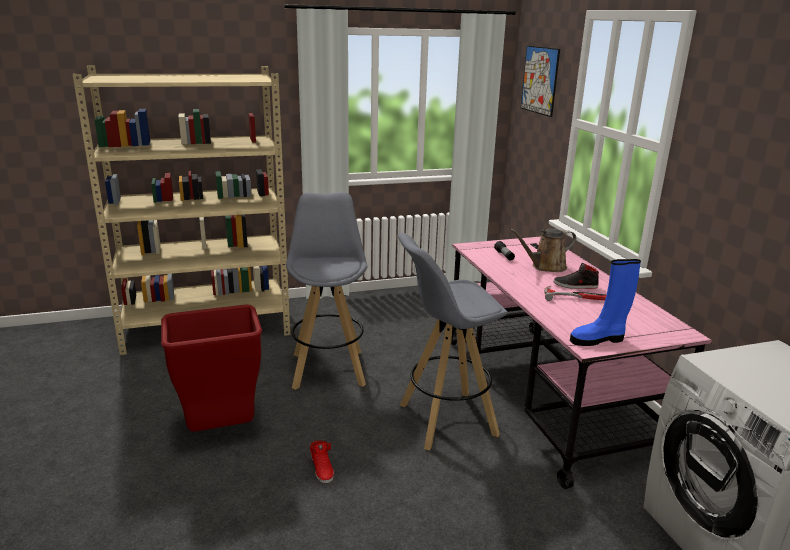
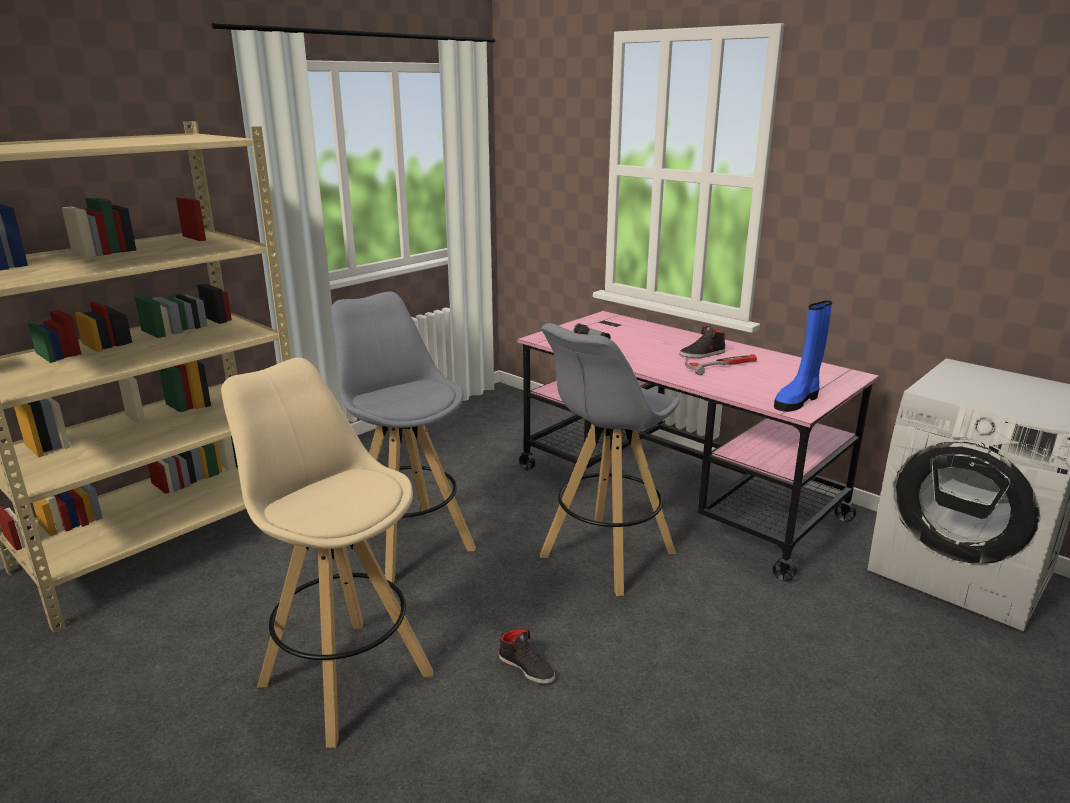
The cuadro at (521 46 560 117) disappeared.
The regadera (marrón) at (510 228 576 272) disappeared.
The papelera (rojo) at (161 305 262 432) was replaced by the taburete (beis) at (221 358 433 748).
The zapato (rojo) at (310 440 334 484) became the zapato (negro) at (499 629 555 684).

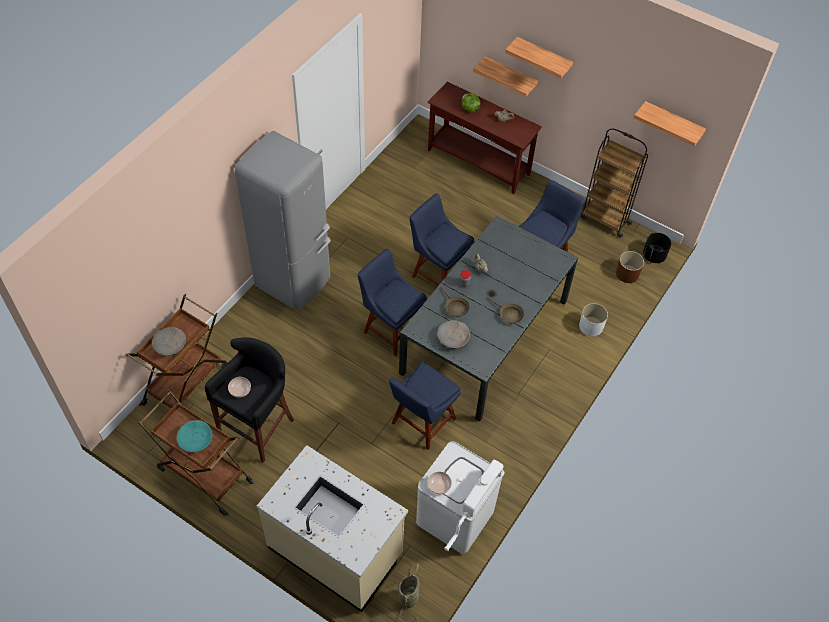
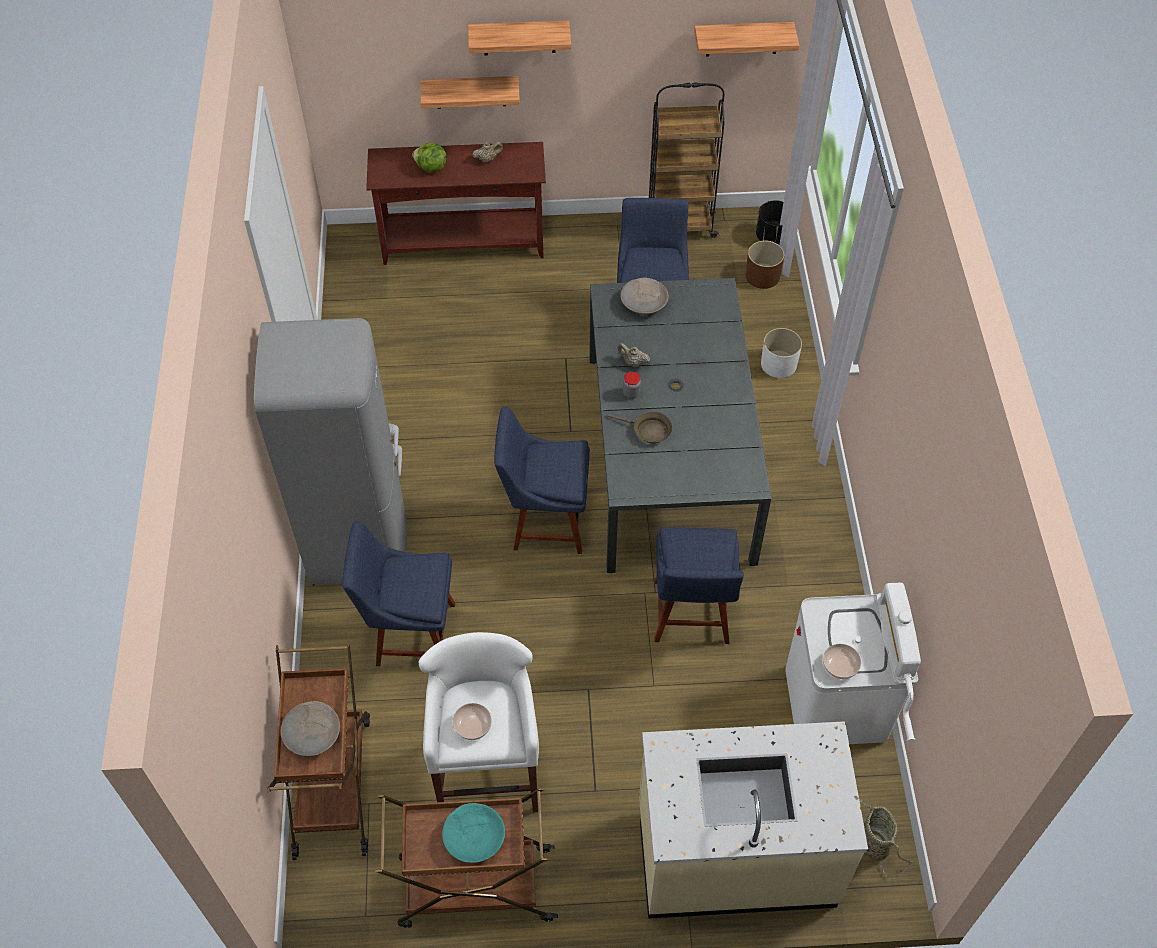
The silla (azul) moved from (409 194 475 286) to (342 521 455 666).
The sartén (marrón) at (488 297 524 324) disappeared.
The cuenco (beis) moved from (437 320 470 348) to (620 277 669 317).
The taburete (negro) at (205 338 294 463) became the taburete (blanco) at (419 632 539 813).

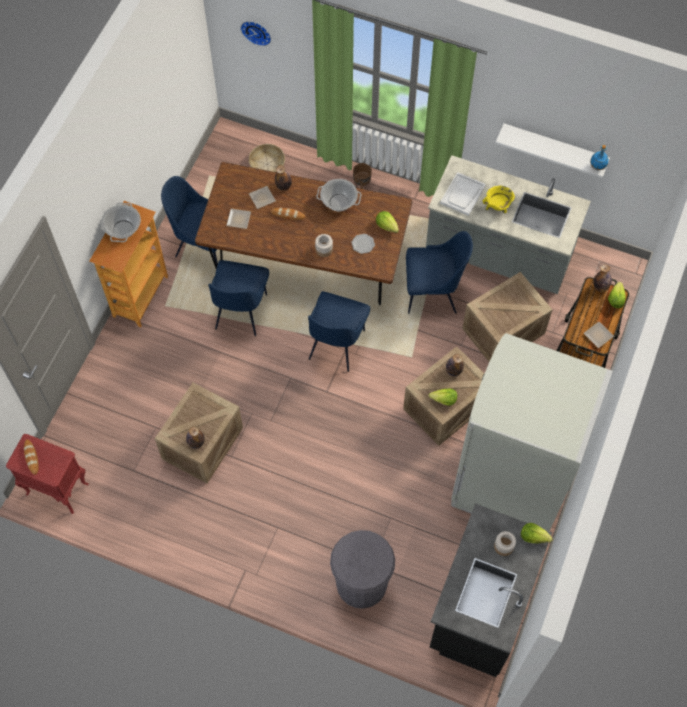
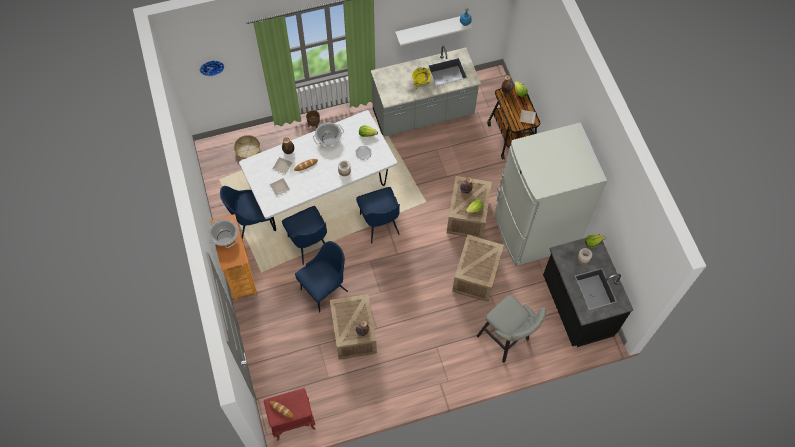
The mesa de comedor (marrón) at (195 162 412 305) became the mesa de comedor (blanco) at (239 110 397 231).
The bandeja (blanco) at (440 172 486 216) disappeared.
The silla (azul) moved from (406 231 473 314) to (295 241 348 313).
The caja de embalaje moved from (462 272 553 362) to (452 235 504 302).
The papelera (gris) at (330 530 395 609) was replaced by the taburete (gris) at (477 295 546 363).

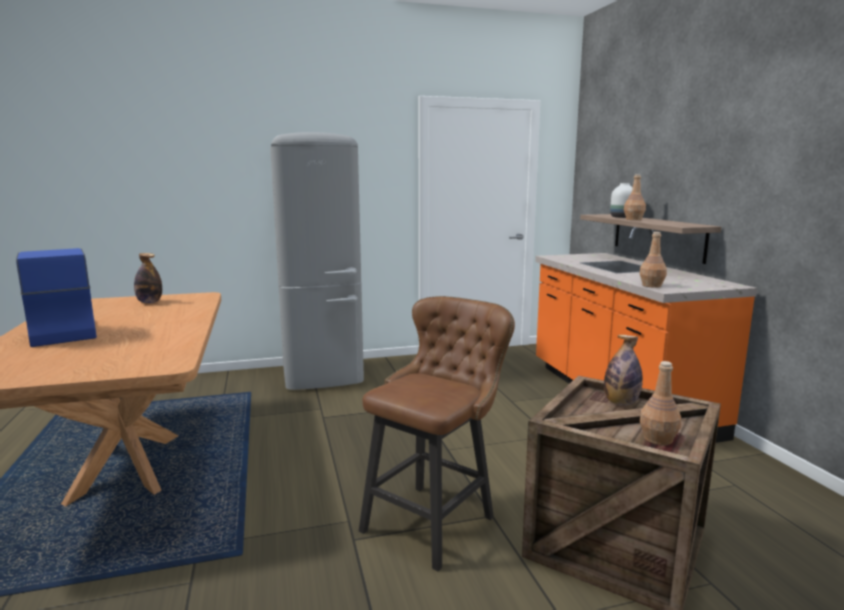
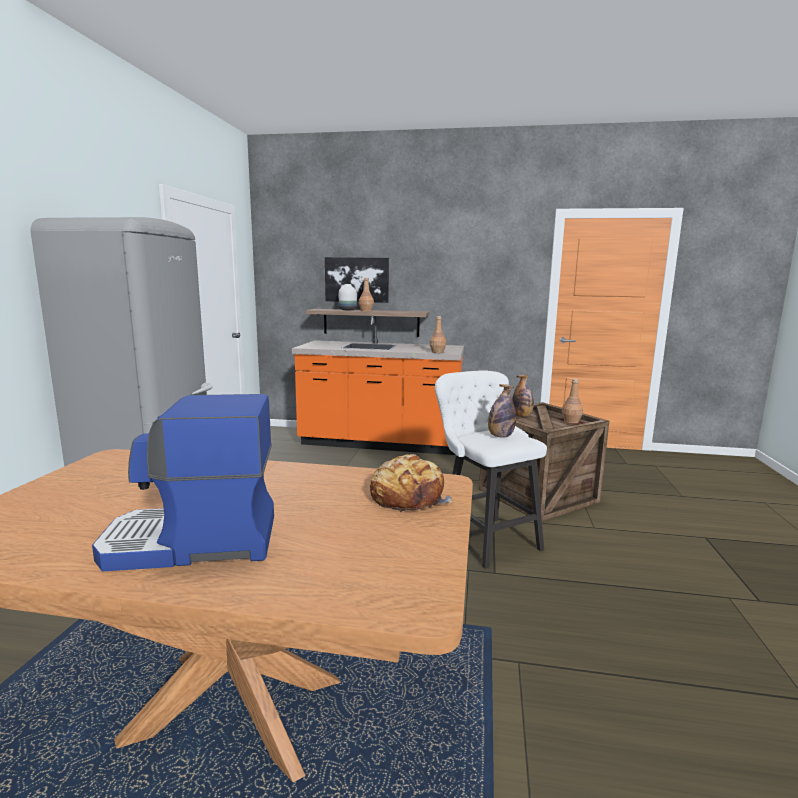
The botella moved from (134 253 162 303) to (488 384 516 438).
The taburete (marrón) at (358 296 515 571) became the taburete (blanco) at (435 370 547 569).
The cuadro at (325 257 389 303) appeared.
The pan at (370 454 453 512) appeared.

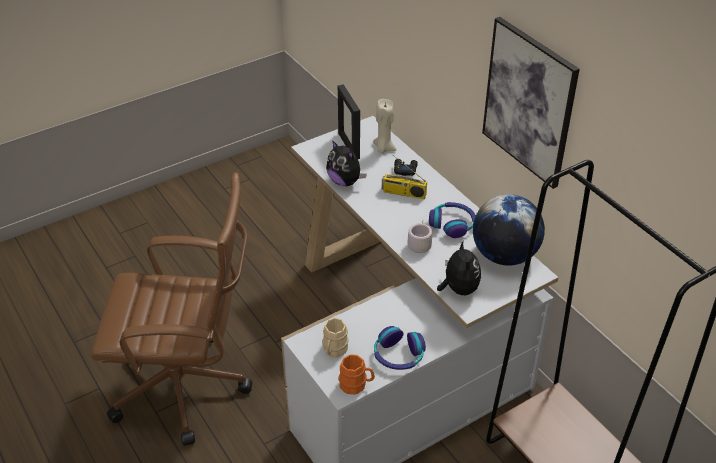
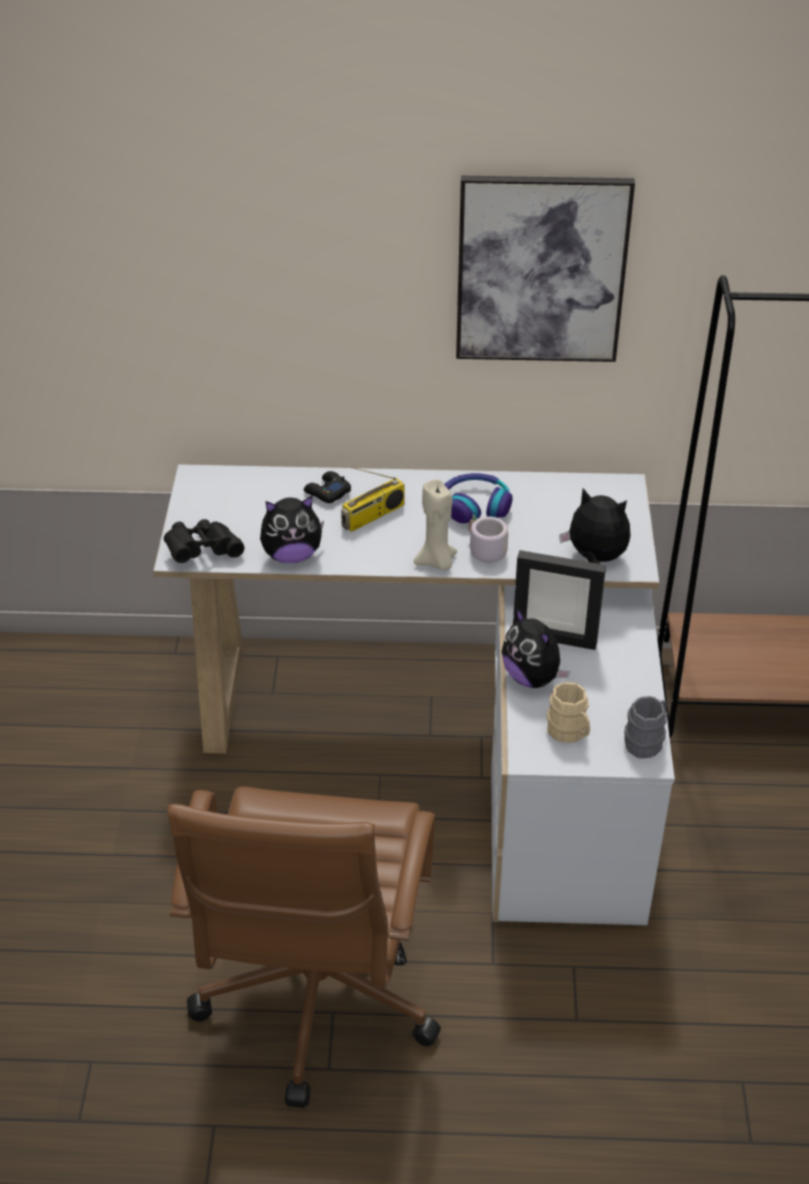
The portarretratos moved from (338 84 360 159) to (513 550 606 650).
The vela (beis) moved from (373 99 397 153) to (414 479 457 571).
The silla de oficina (marrón) at (91 172 253 446) turned 150 degrees clockwise.
The globo terráqueo at (473 194 545 266) disappeared.
The auriculares at (374 326 426 370) disappeared.
The taza grande (naranja) at (339 354 375 395) became the taza grande (gris) at (624 696 667 758).
The prismáticos (negro) at (164 519 244 563) appeared.
The peluche at (502 608 570 688) appeared.

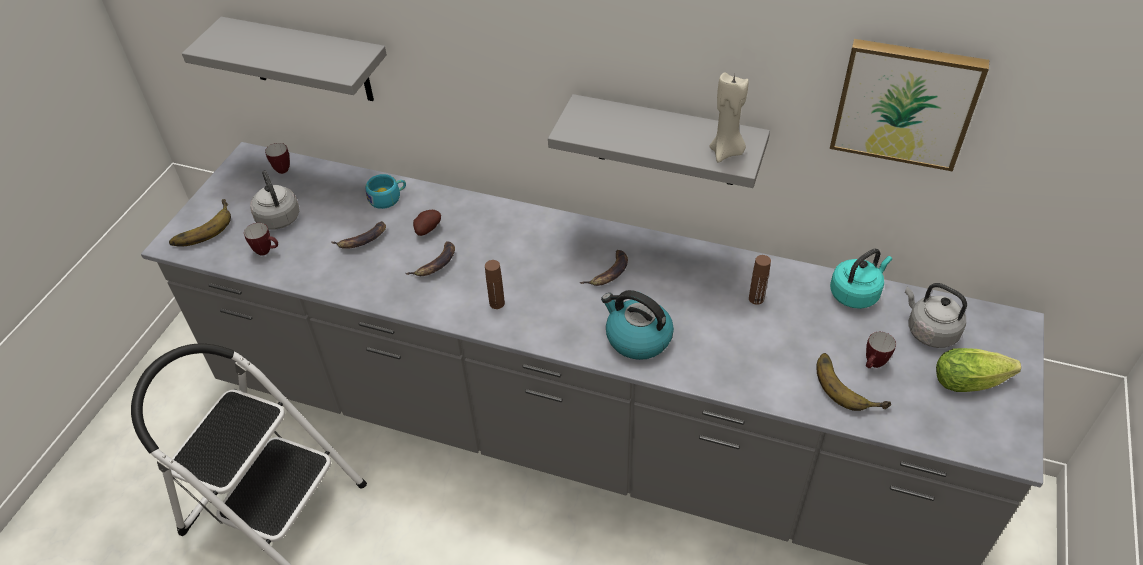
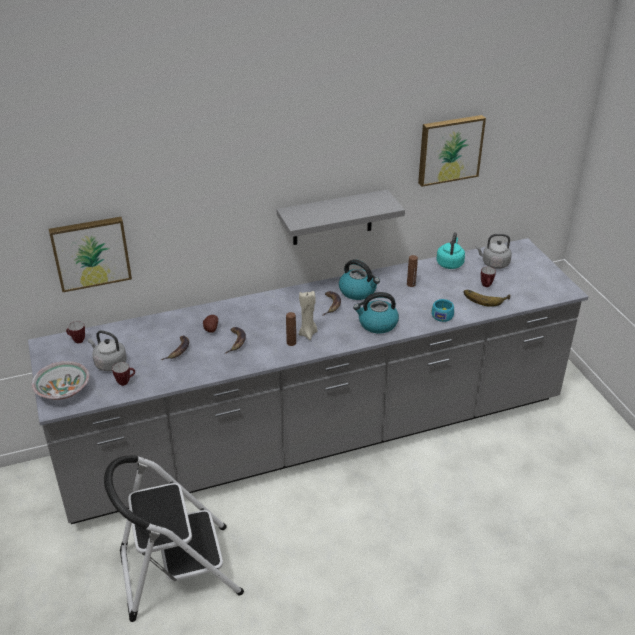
The estante (gris) at (182 17 387 101) was replaced by the cuadro at (49 217 132 293).
The vela (beis) moved from (710 73 749 163) to (298 291 318 340).
The taza (turquesa) moved from (366 174 406 209) to (431 299 454 322).
The plátano at (169 199 231 247) was replaced by the cuenco at (31 361 90 400).
The lechuga at (936 348 1021 392) disappeared.
The hervidor at (339 259 380 300) appeared.

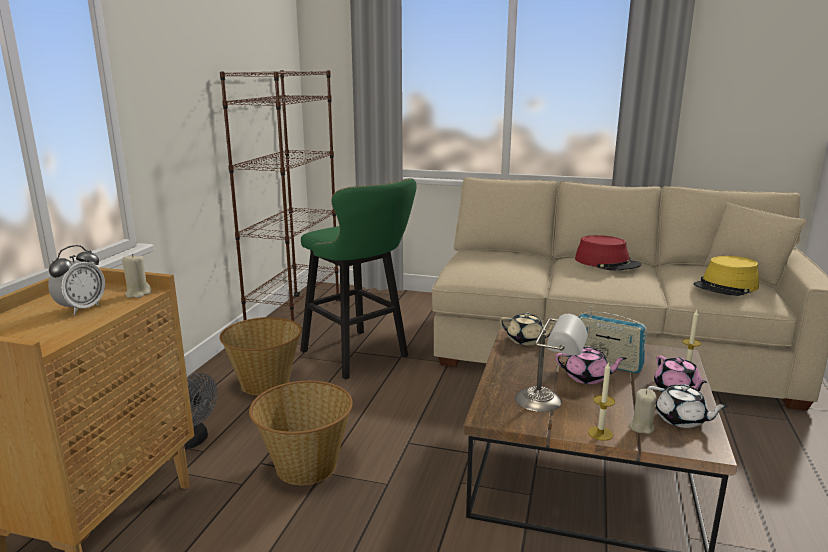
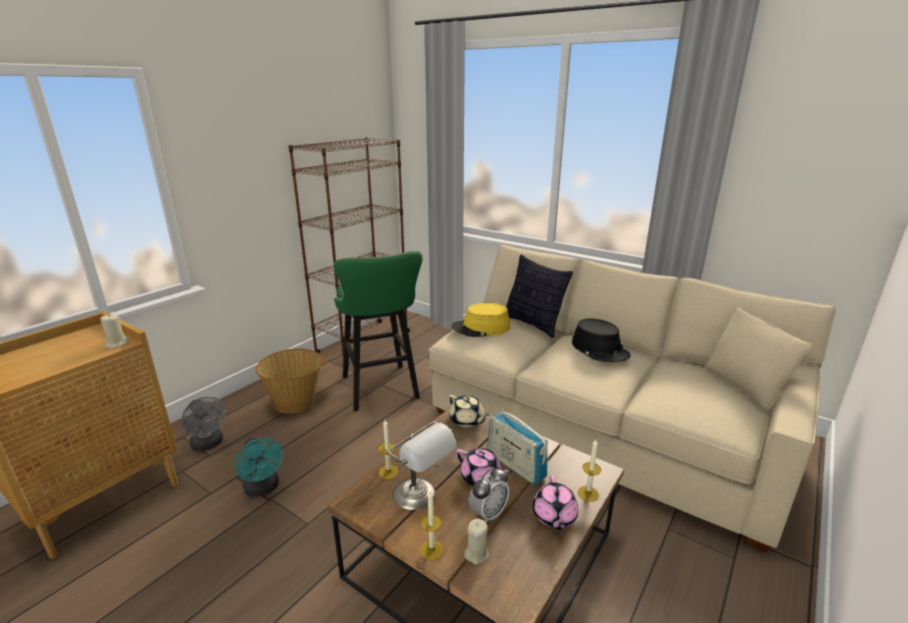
The sombrero (rojo) at (575 235 642 271) became the sombrero (negro) at (572 318 631 362).
The despertador moved from (48 245 105 315) to (469 466 509 523).
The sombrero (amarillo) moved from (694 256 759 296) to (452 303 510 337).
The cesta at (249 381 353 485) was replaced by the ventilador (turquesa) at (234 437 284 497).
The tetera (blanco) at (647 384 729 428) disappeared.
The cojín at (506 254 573 338) appeared.
The vela at (378 420 399 479) appeared.

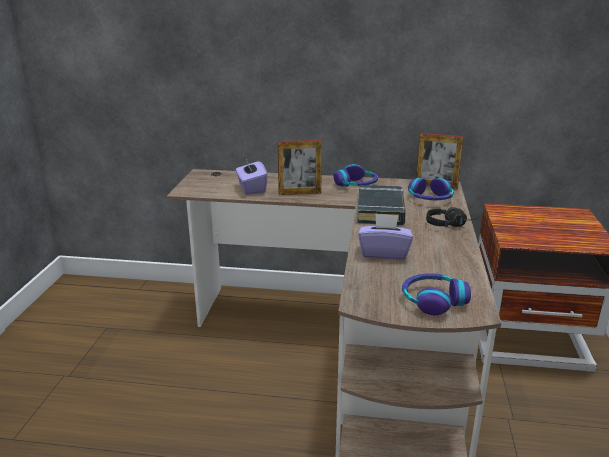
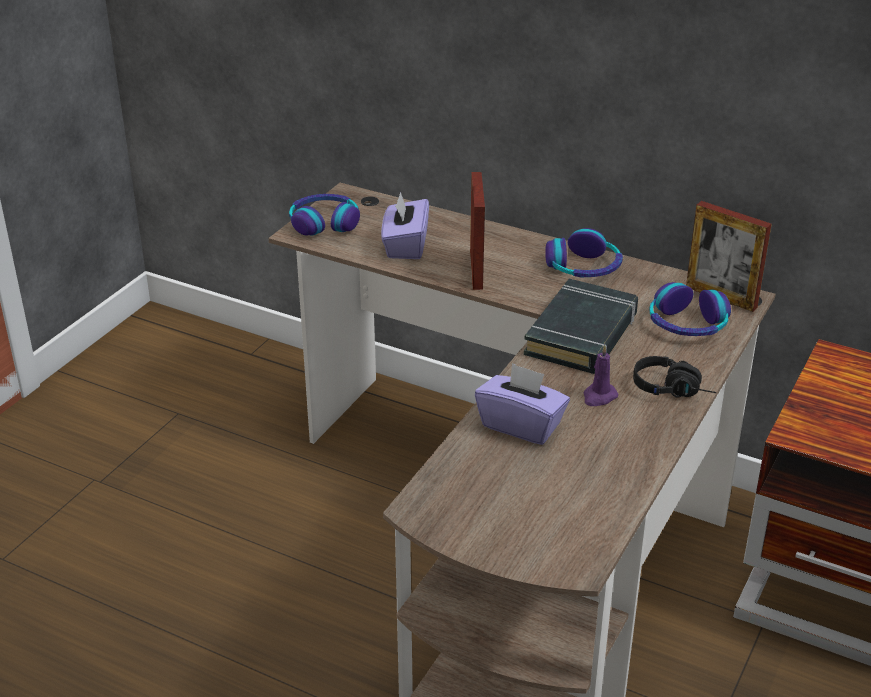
The portarretratos at (278 140 322 195) turned 105 degrees counterclockwise.
The auriculares moved from (402 273 471 315) to (289 194 360 236).
The vela (morado) at (583 345 618 406) appeared.

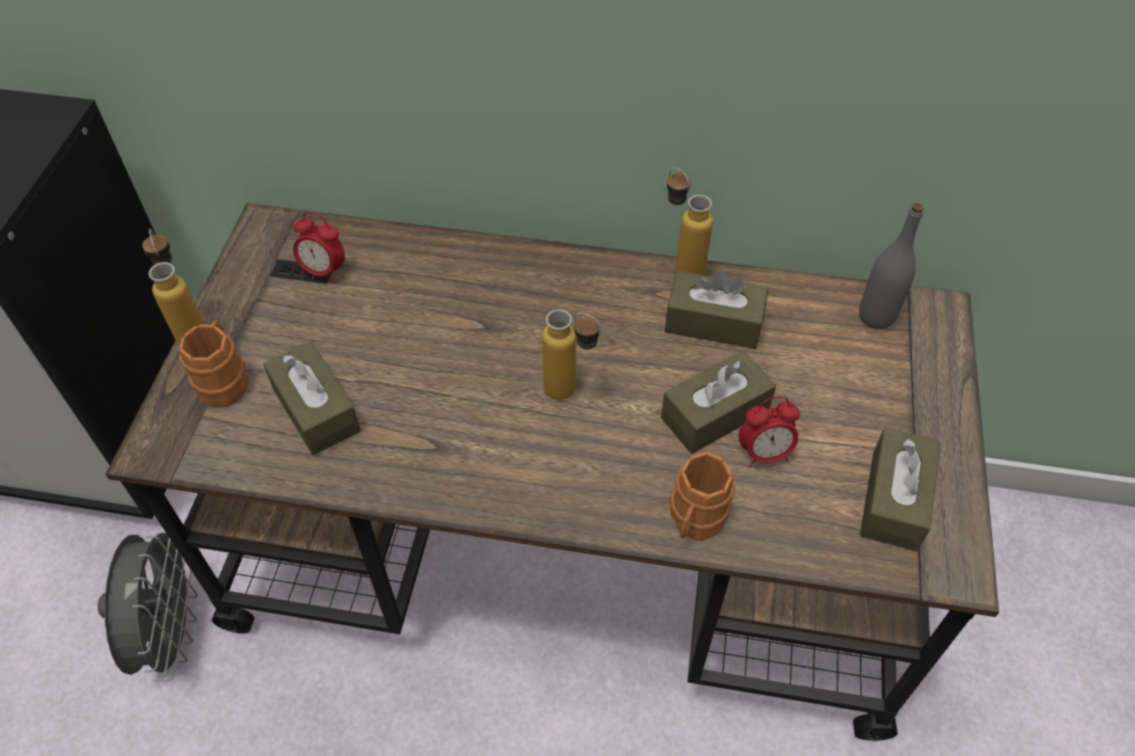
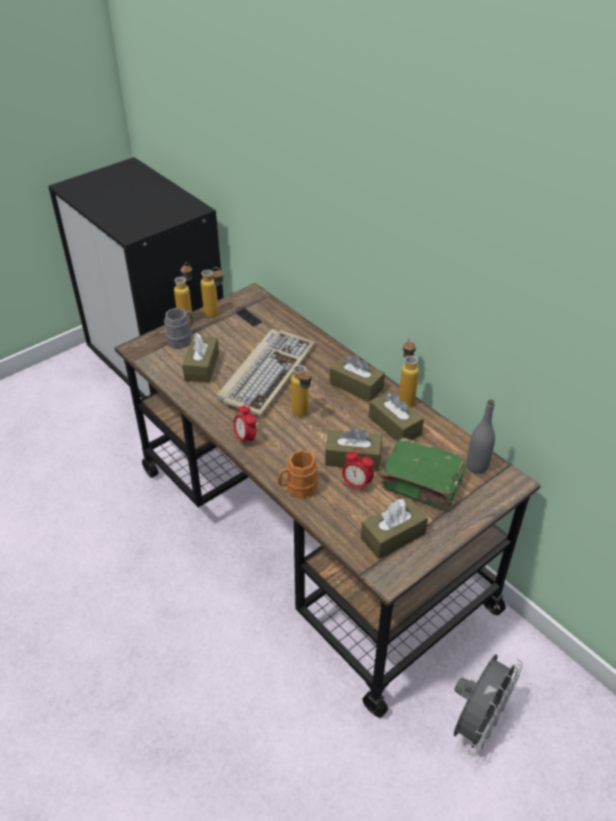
The despertador moved from (293 212 345 283) to (234 404 257 447).
The taza grande (naranja) at (179 321 249 407) became the taza grande (gris) at (164 308 193 349).
The ventilador (gris) moved from (98 533 198 682) to (454 654 523 757).
The botella at (201 267 224 318) appeared.
The teclado at (217 329 315 417) appeared.
The caja de pañuelos (marrón) at (330 355 385 402) appeared.
The libro (verde) at (381 438 466 511) appeared.

